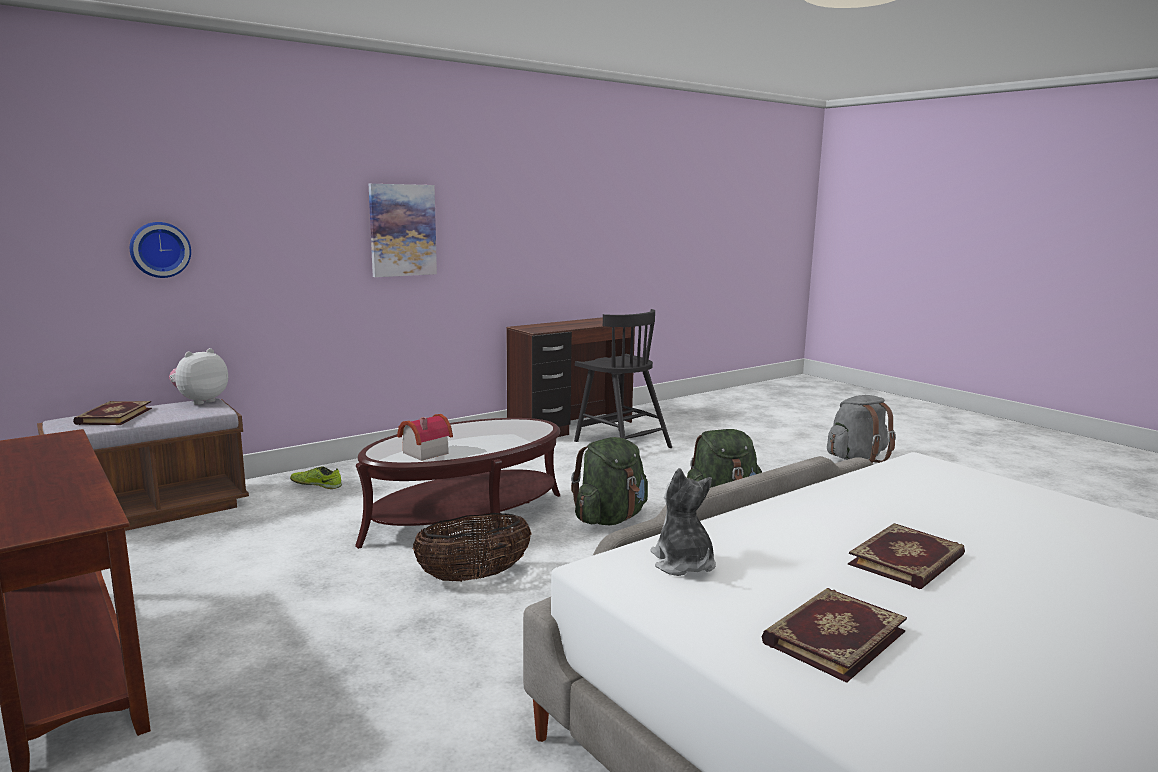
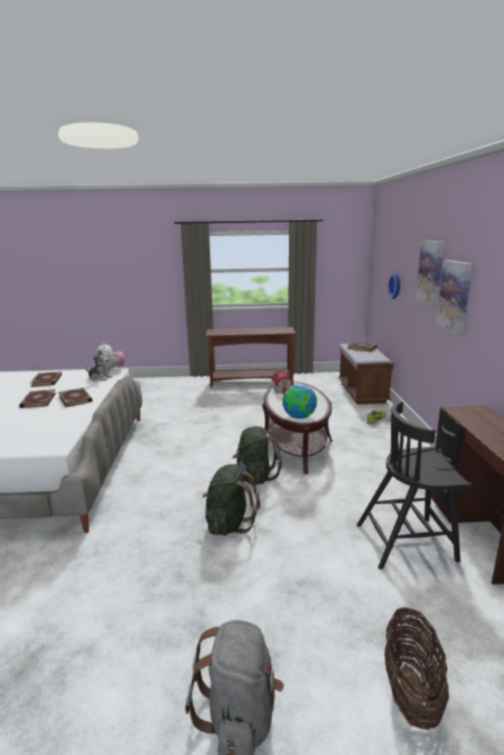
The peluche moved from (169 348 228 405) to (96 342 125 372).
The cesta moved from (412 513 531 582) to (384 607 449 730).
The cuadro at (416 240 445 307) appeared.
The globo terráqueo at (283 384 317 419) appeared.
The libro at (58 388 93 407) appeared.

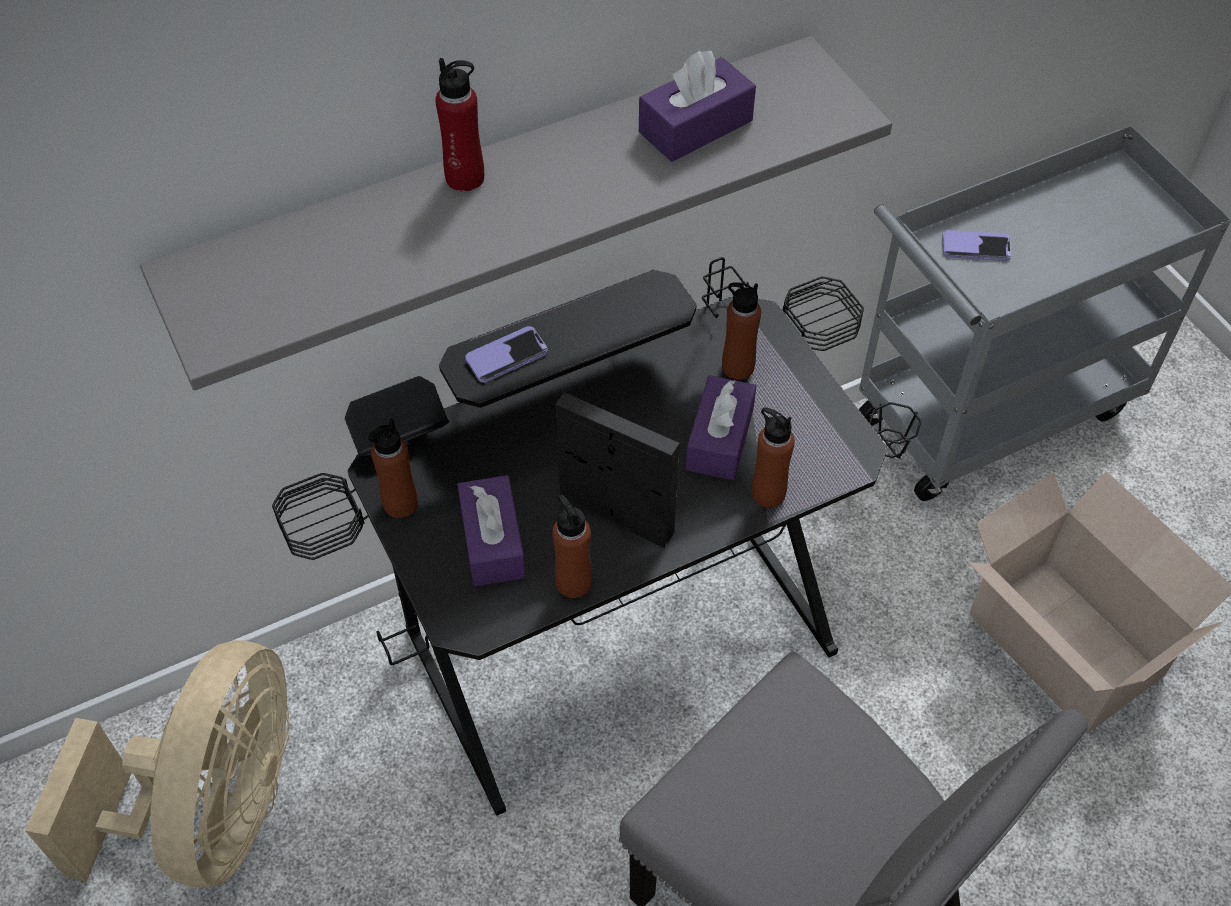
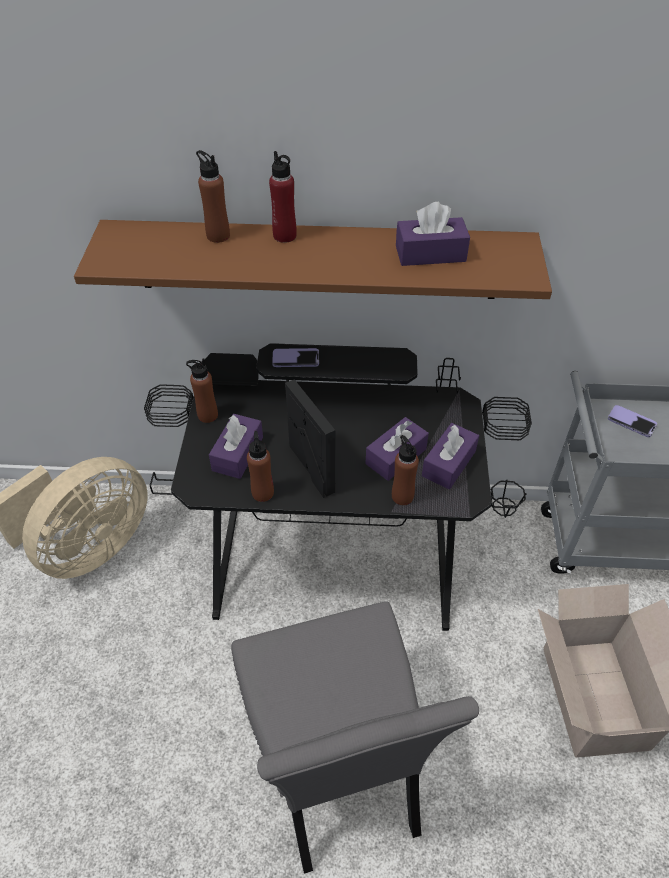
The estante (gris) at (140 36 892 391) became the estante (marrón) at (74 220 552 299).
The botella (marrón) moved from (722 282 761 380) to (196 150 230 243).
The caja de pañuelos (morado) at (422 423 479 489) appeared.

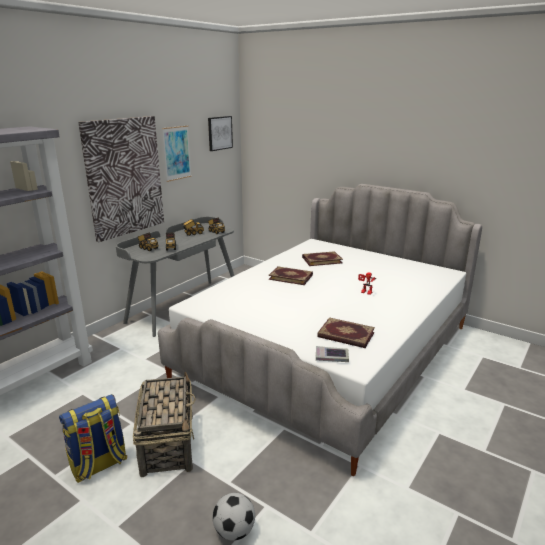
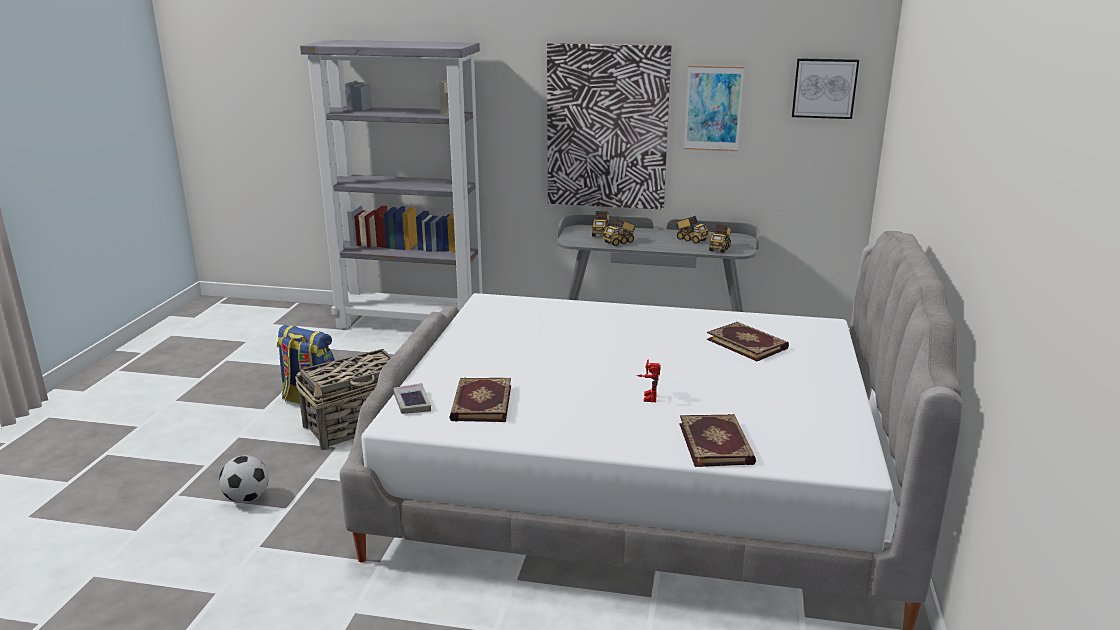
The libro moved from (268 266 313 285) to (679 414 756 467).

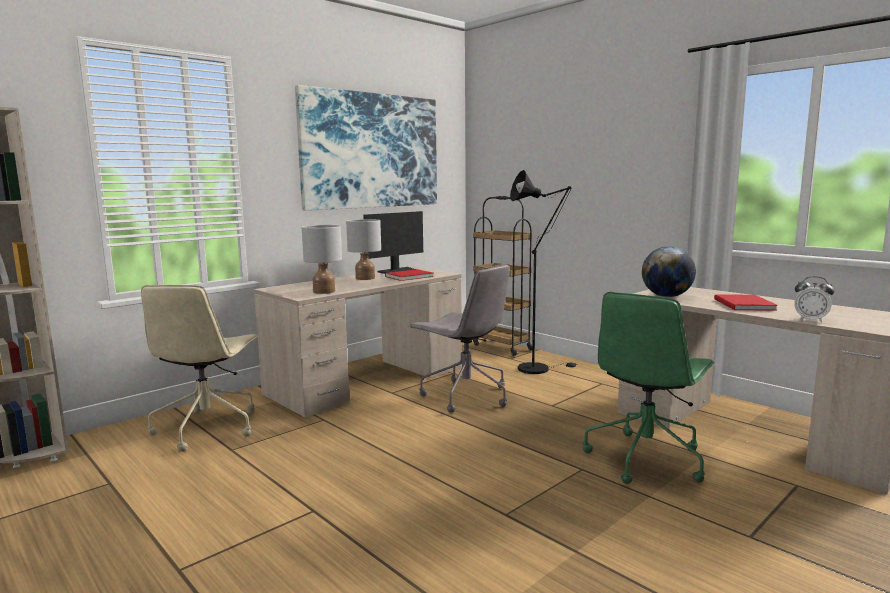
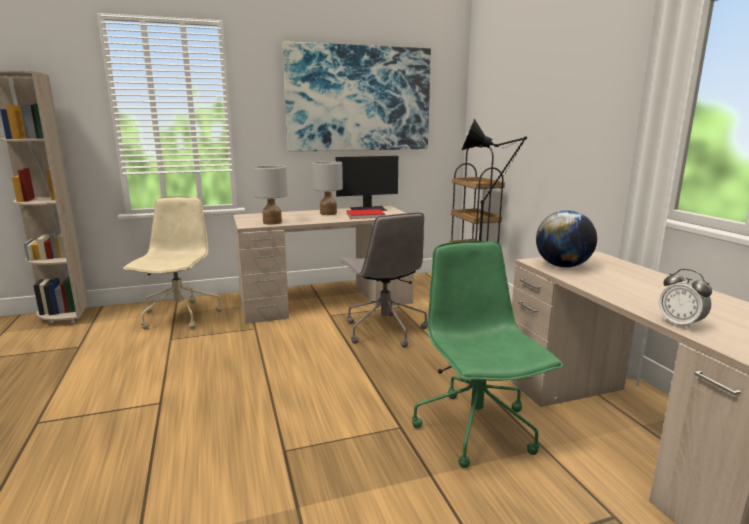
The silla de oficina (beis) at (141 285 259 452) turned 150 degrees clockwise.
The silla de oficina (verde) at (583 292 715 484) turned 105 degrees clockwise.
The libro (rojo) at (714 295 778 310) disappeared.

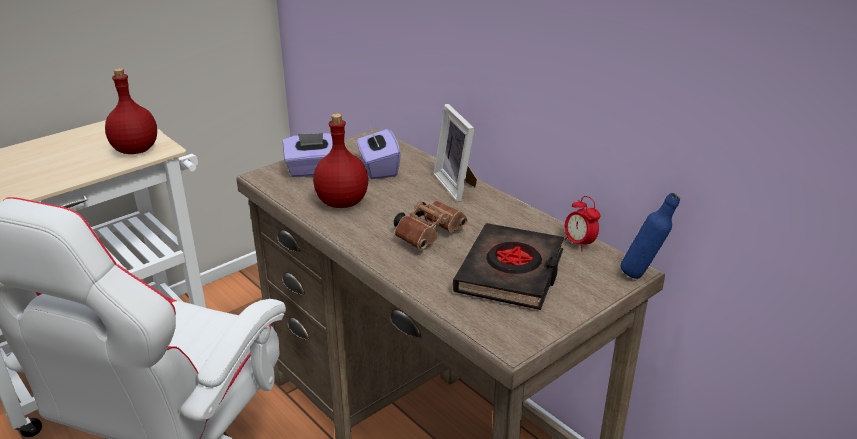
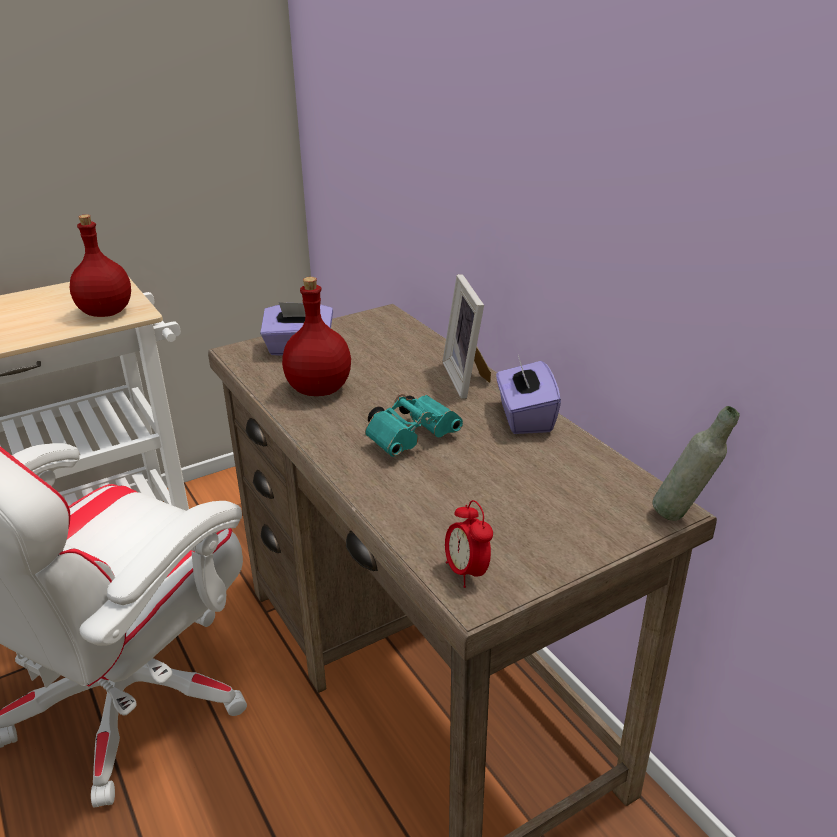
The caja de pañuelos (morado) moved from (357 125 401 179) to (496 355 561 434).
The botella (azul) at (620 193 680 279) became the botella (gris) at (652 406 740 521).
The despertador moved from (564 196 601 251) to (445 500 493 588).
The prismáticos (marrón) at (394 201 468 250) became the prismáticos (turquesa) at (365 394 463 457).
The libro (negro) at (453 223 564 310) disappeared.

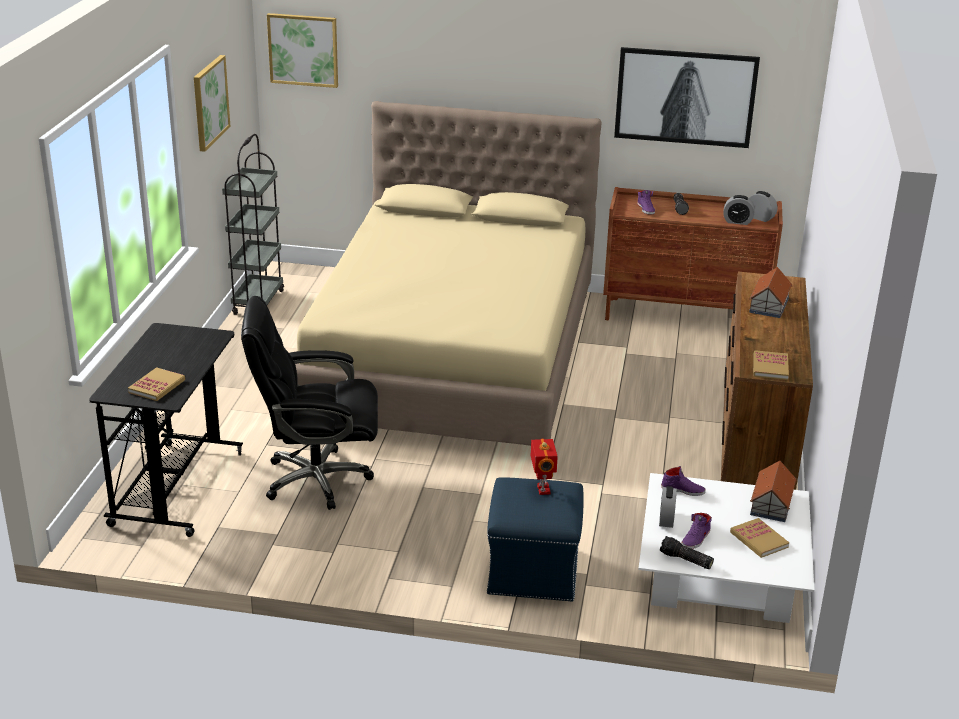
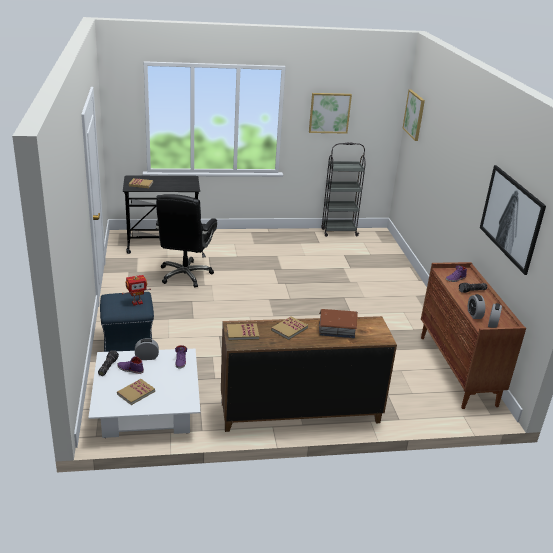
The cama (beis) at (295 101 601 446) disappeared.
The silla de oficina (negro) at (241 296 378 510) turned 150 degrees counterclockwise.
The casita at (750 461 797 522) disappeared.
The libro at (271 316 308 340) appeared.

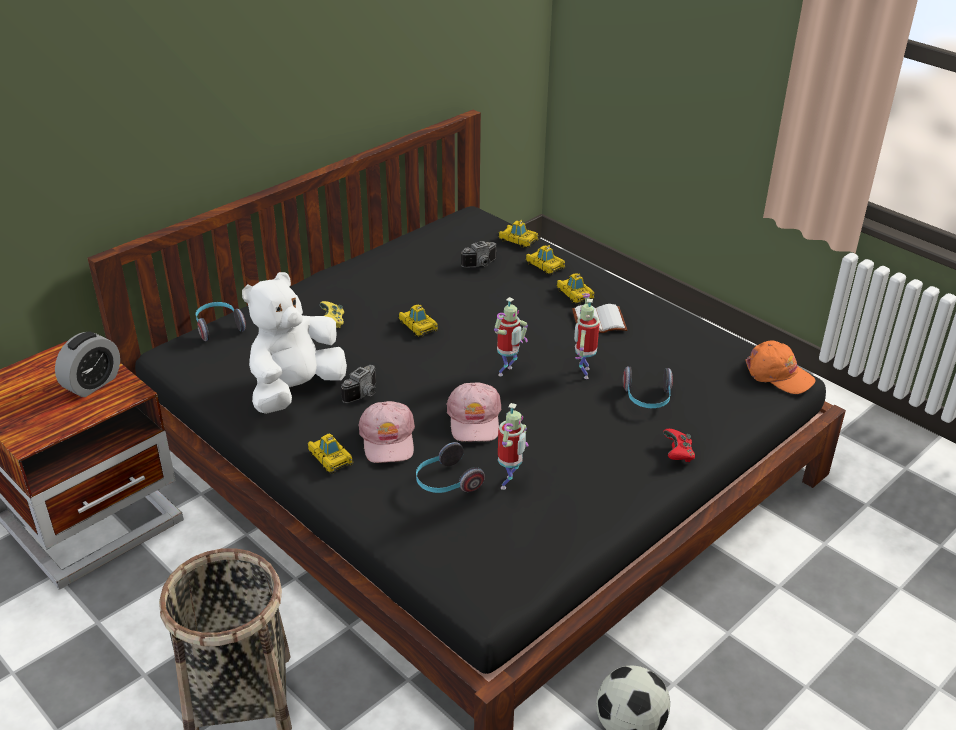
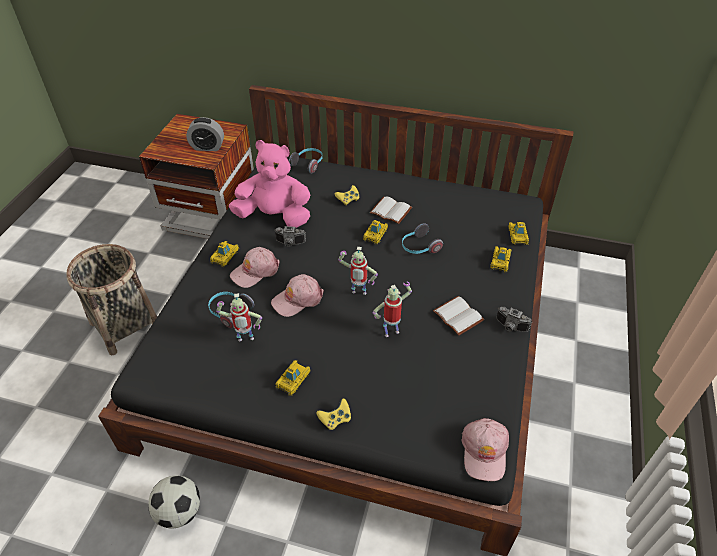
The cámara moved from (461 241 497 268) to (496 307 533 332).
The peluche (blanco) at (242 272 347 414) became the peluche (rosa) at (228 140 310 228).
The coche de juguete moved from (557 273 595 304) to (275 360 311 396).
The gorra (naranja) at (745 340 816 394) became the gorra (rosa) at (461 418 509 481).
The auriculares moved from (623 366 673 408) to (402 223 443 254).
The mando de consola (rojo) at (663 429 695 462) became the mando de consola (amarillo) at (317 398 351 430).
The libro (blanco) at (370 196 412 224) appeared.

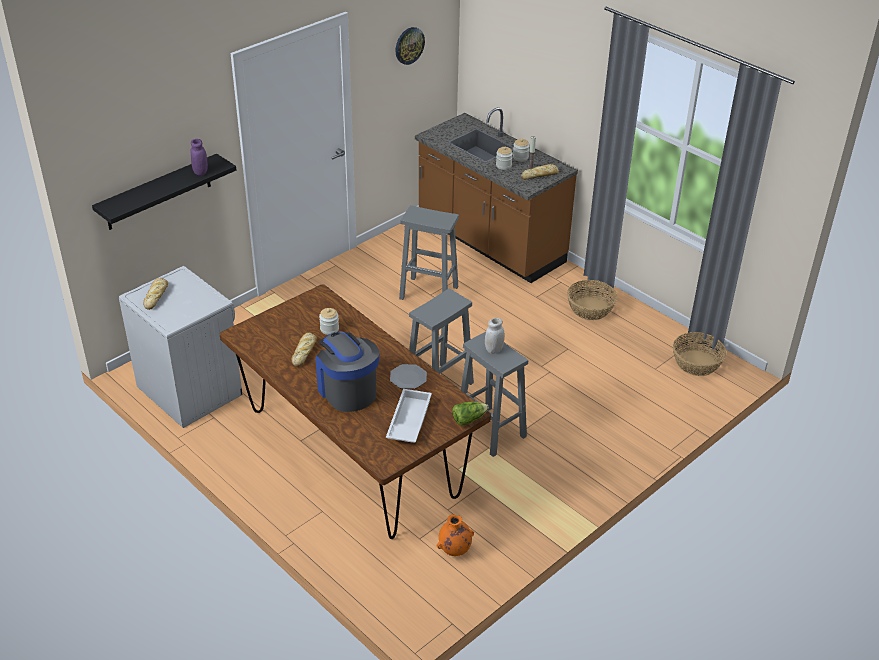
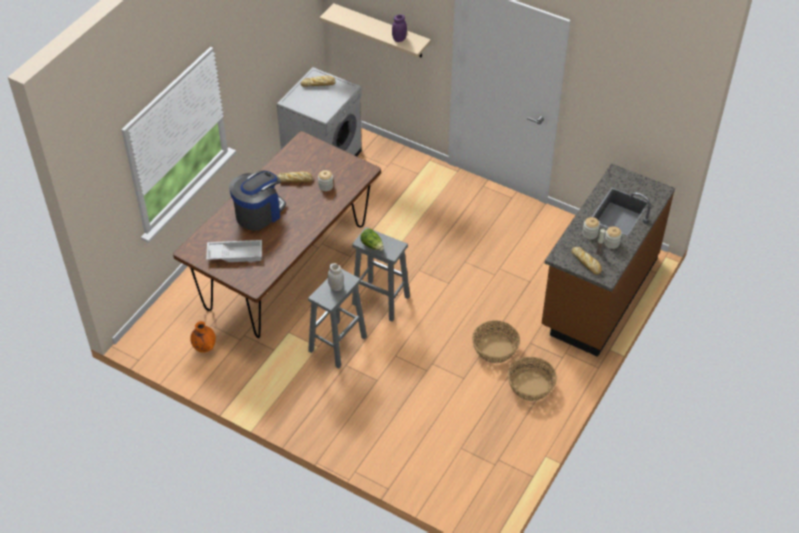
The reloj de pared at (395 27 425 65) disappeared.
The estante (negro) at (92 154 236 230) became the estante (beis) at (319 3 431 58).
The taburete (gris) at (399 205 459 300) disappeared.
The cesta moved from (673 332 727 376) to (472 321 520 363).
The plato at (390 364 427 389) disappeared.
The lechuga moved from (452 402 489 425) to (360 229 384 251).

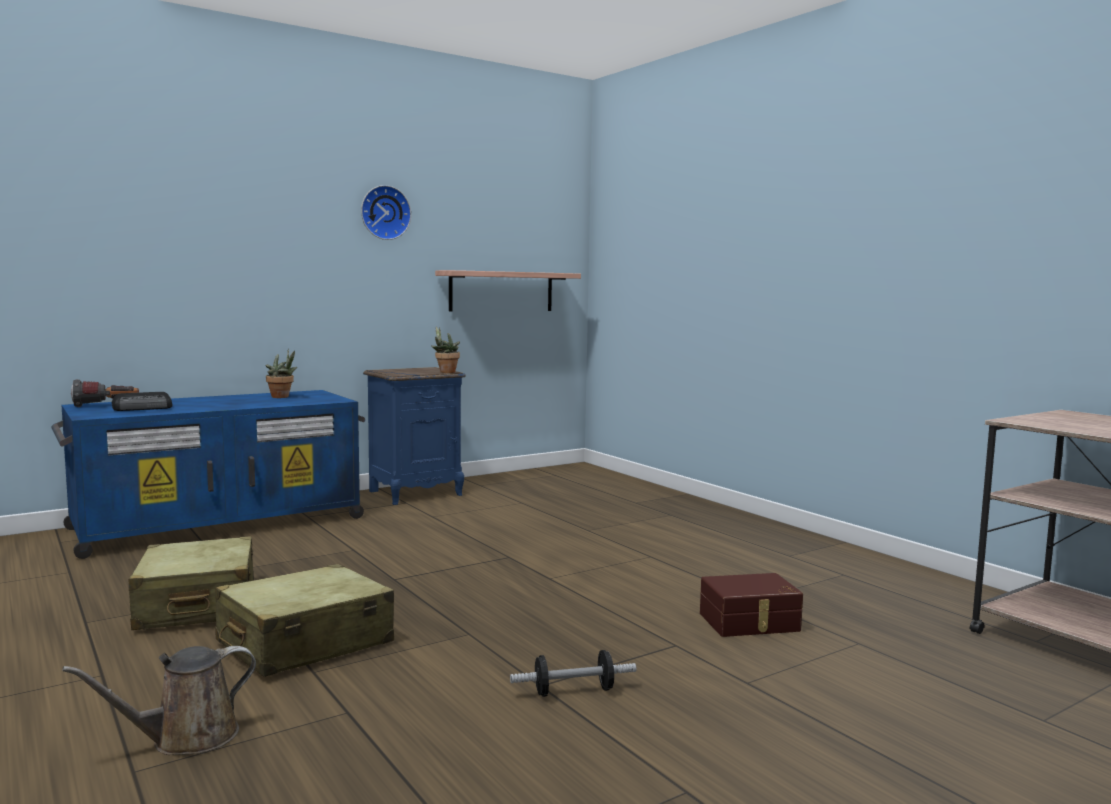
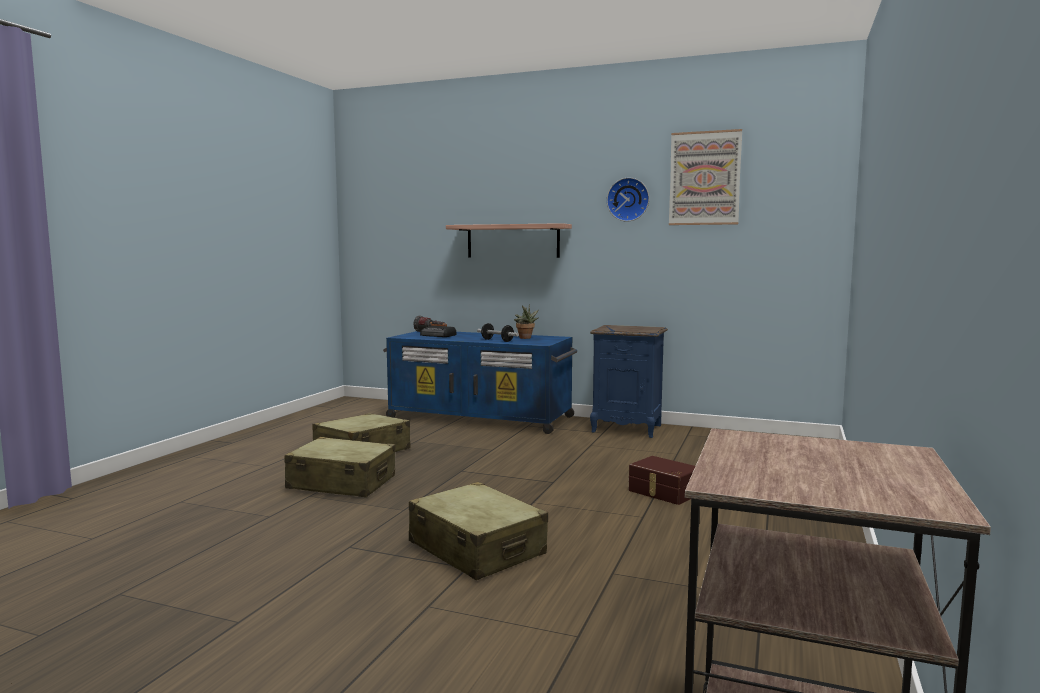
The estante moved from (435 270 581 311) to (446 223 572 258).
The planta en maceta at (431 326 460 373) disappeared.
The caja de almacenaje (marrón) moved from (700 573 803 637) to (629 456 695 505).
The regadera (marrón) at (62 646 256 755) disappeared.
The mancuerna moved from (510 650 637 697) to (477 323 519 342).
The cuadro at (669 129 742 225) appeared.
The maleta (beis) at (409 482 548 580) appeared.

